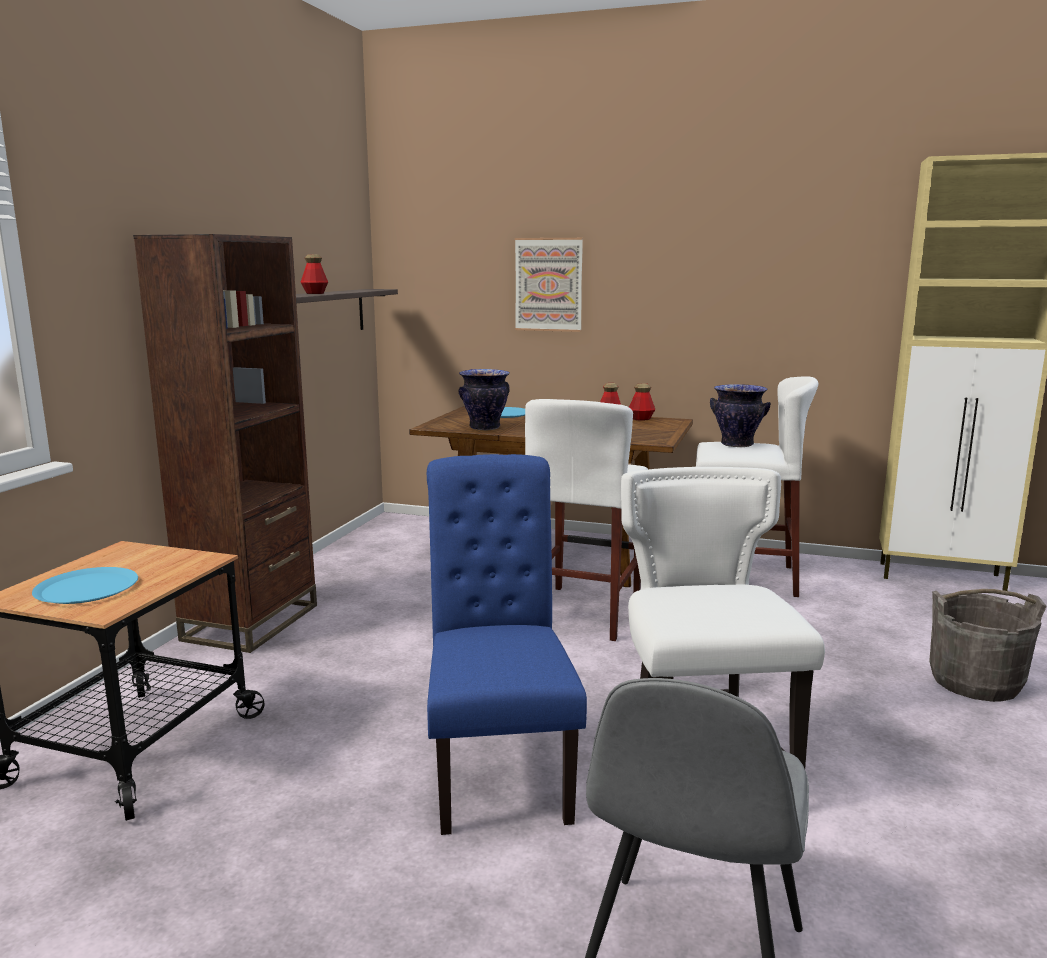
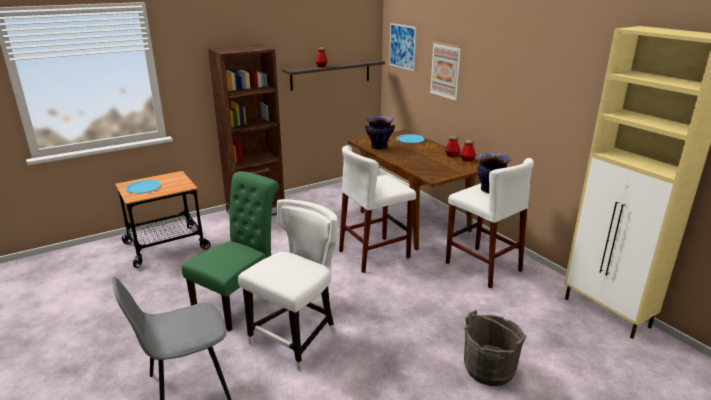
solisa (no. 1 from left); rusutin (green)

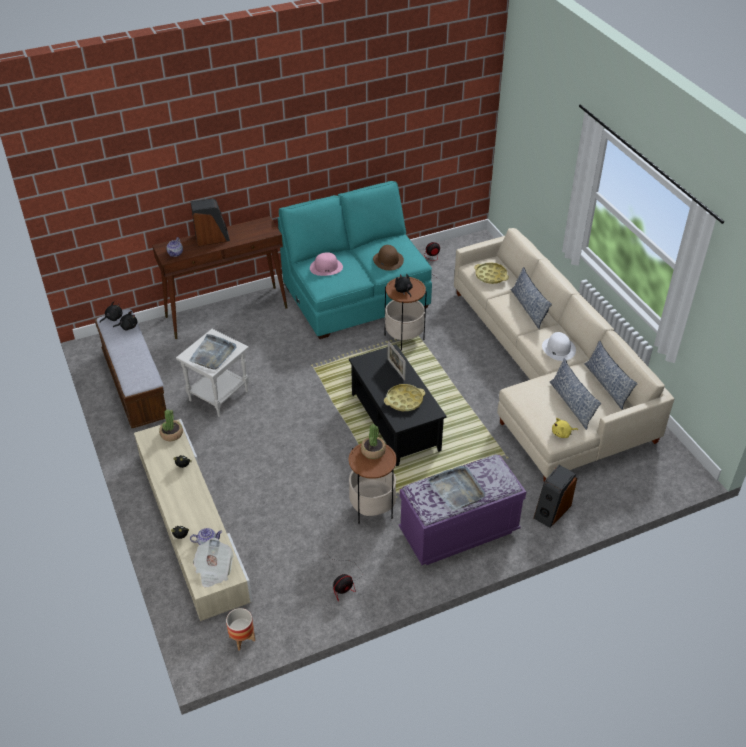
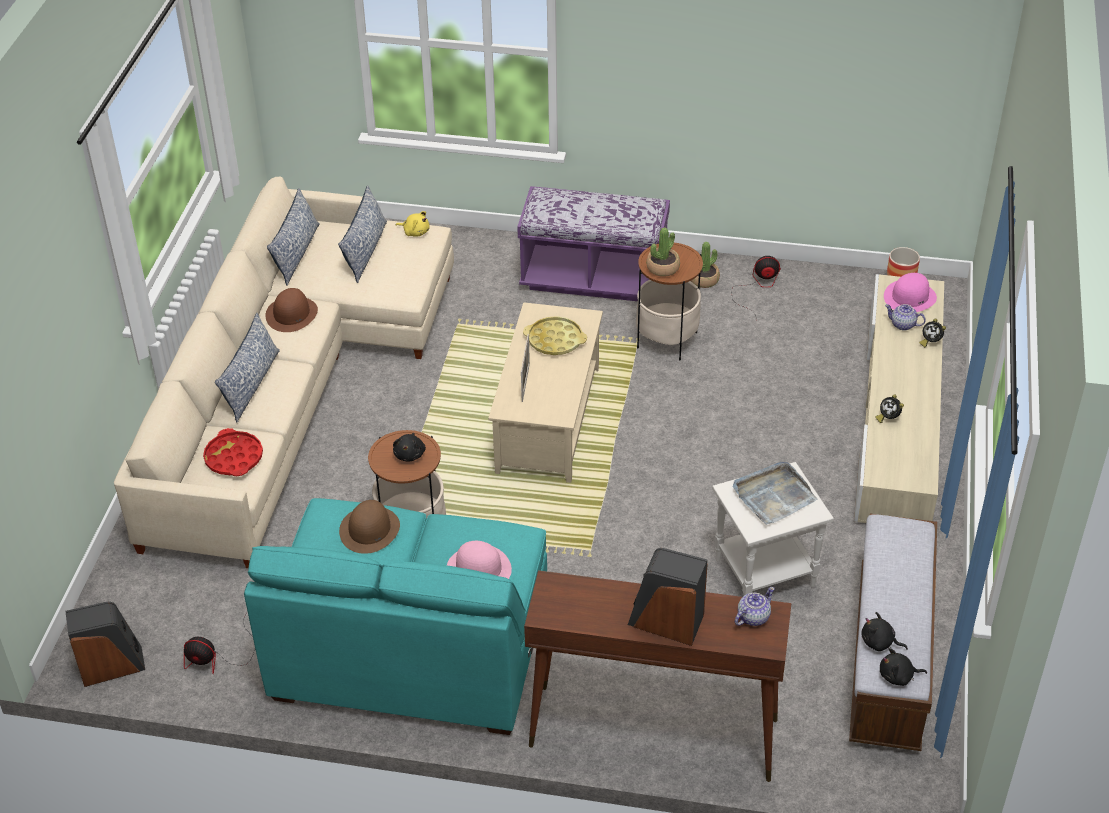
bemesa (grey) (no. 2 from left in the first image); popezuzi (no. 2 from left); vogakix (no. 1 from left); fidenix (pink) (no. 2 from left); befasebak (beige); bemesa (red); fidenix (brown) (no. 1 from left)

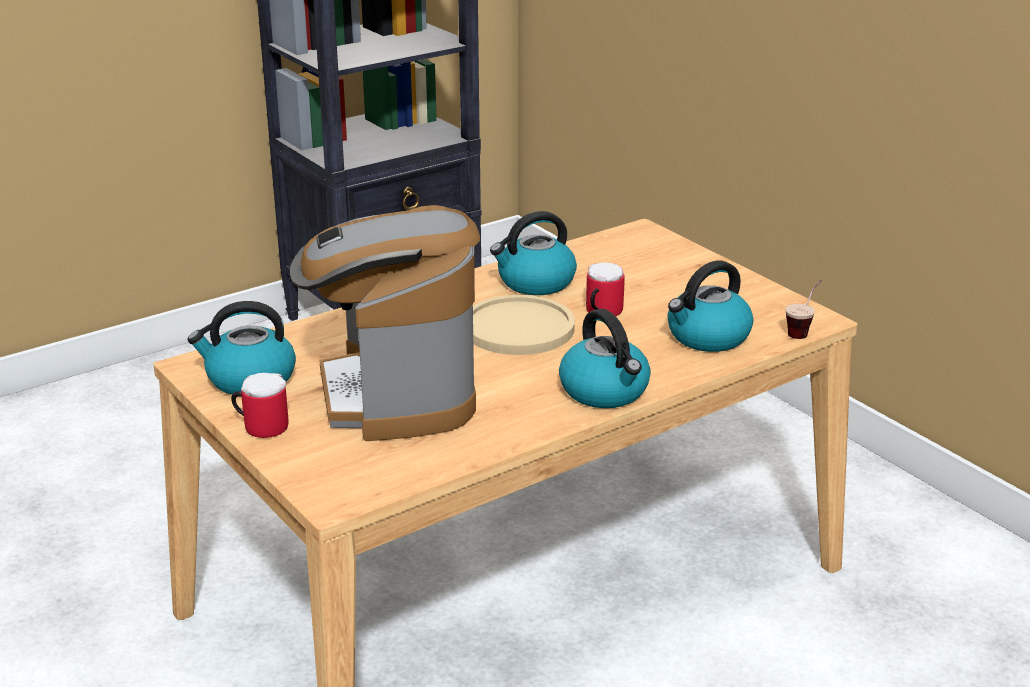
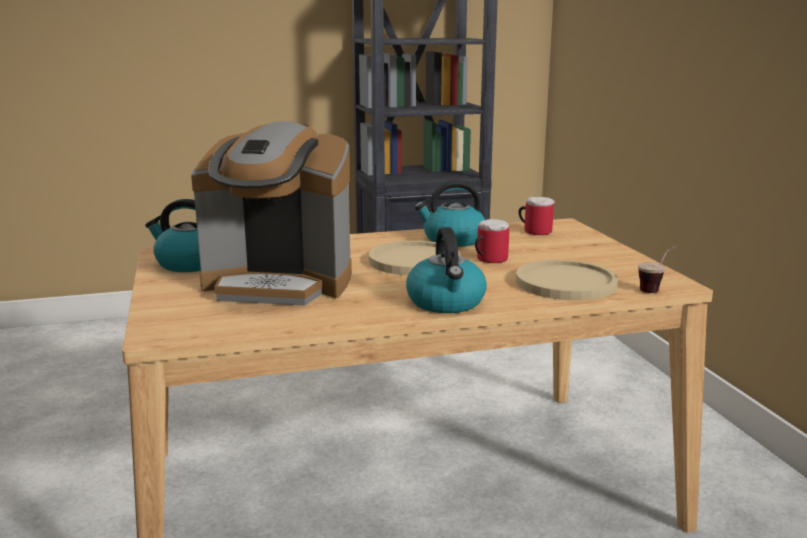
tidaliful (no. 2 from left); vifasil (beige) (no. 2 from left); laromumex

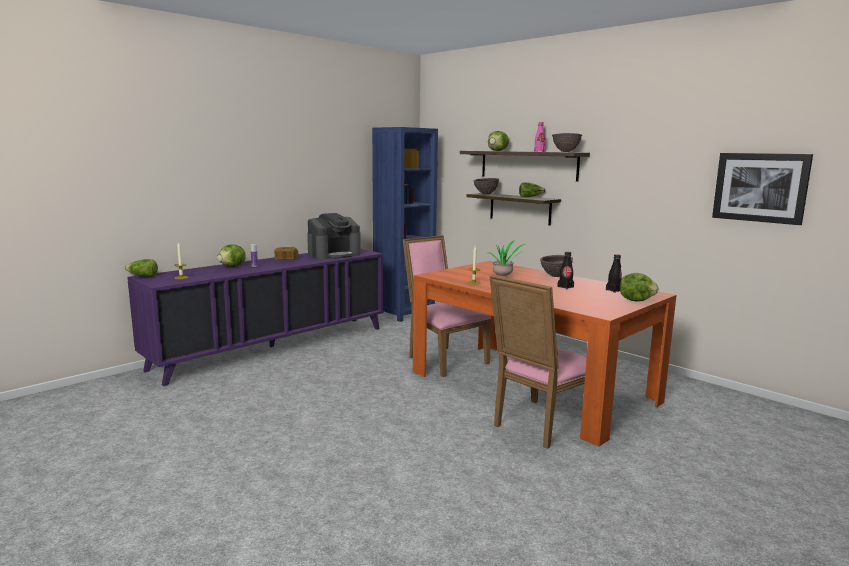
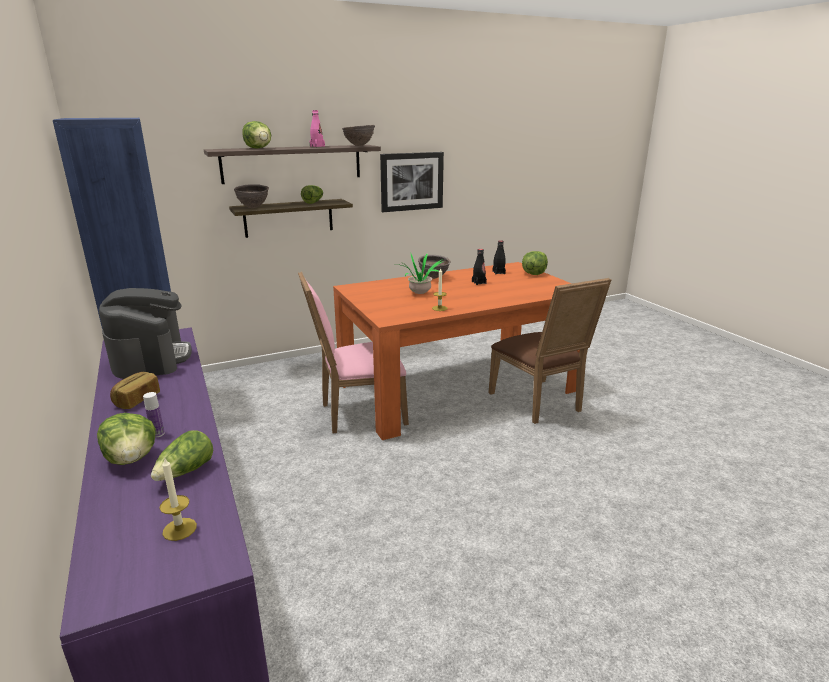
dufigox (no. 2 from left); solisa; rusutin (brown)

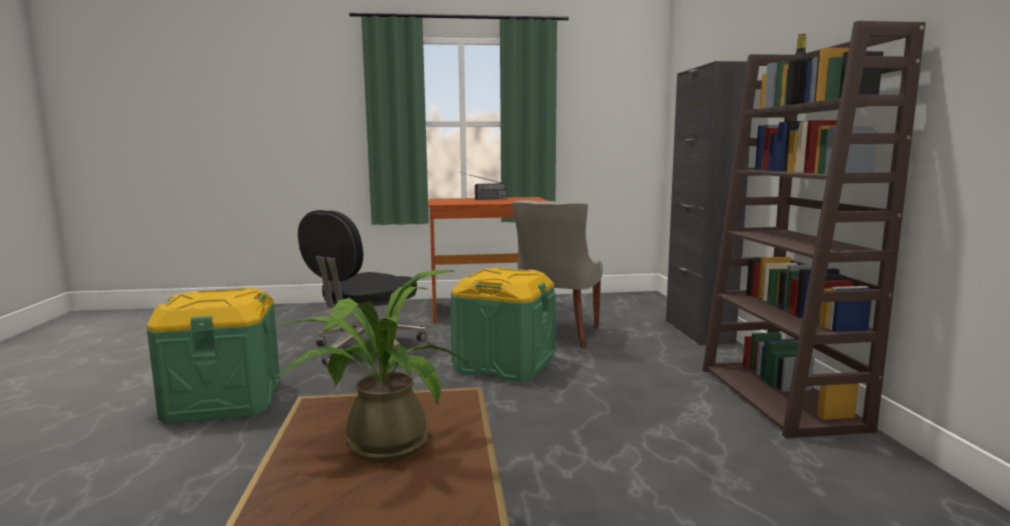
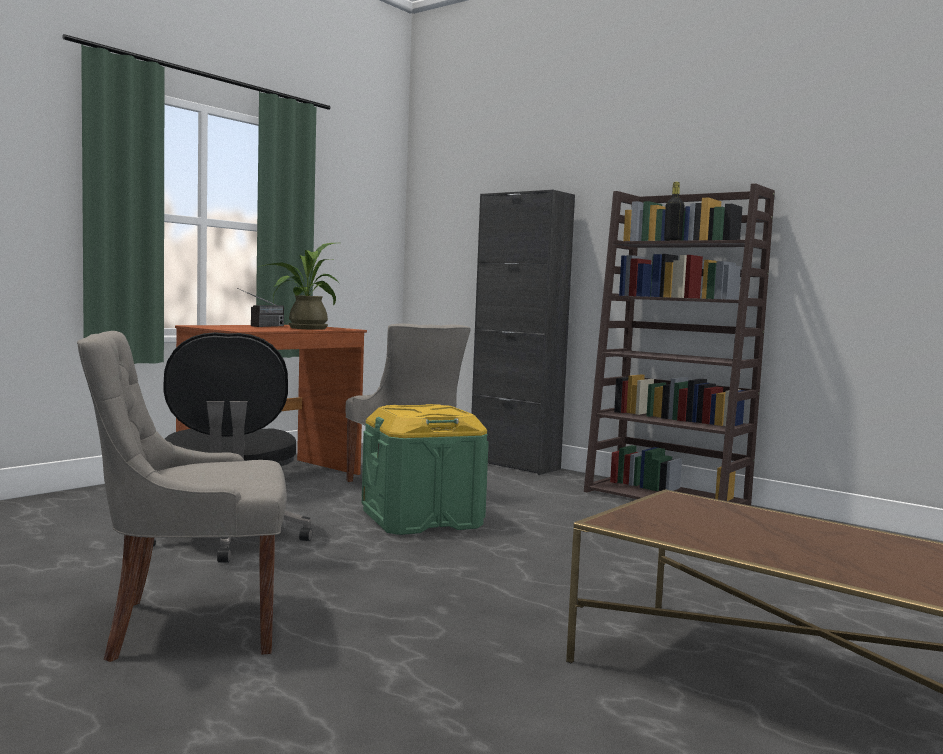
popezuzi; rusutin (grey) (no. 1 from left)

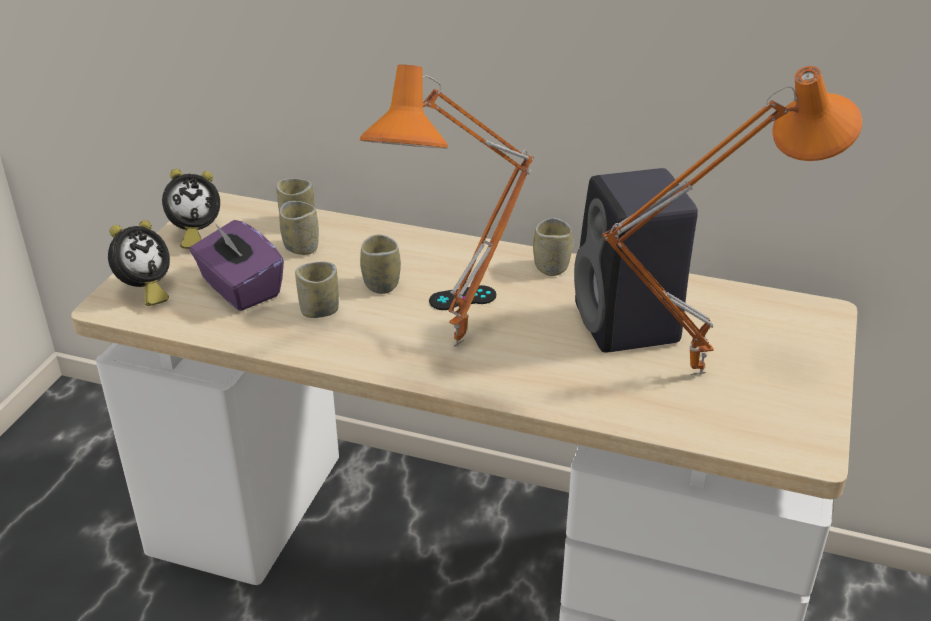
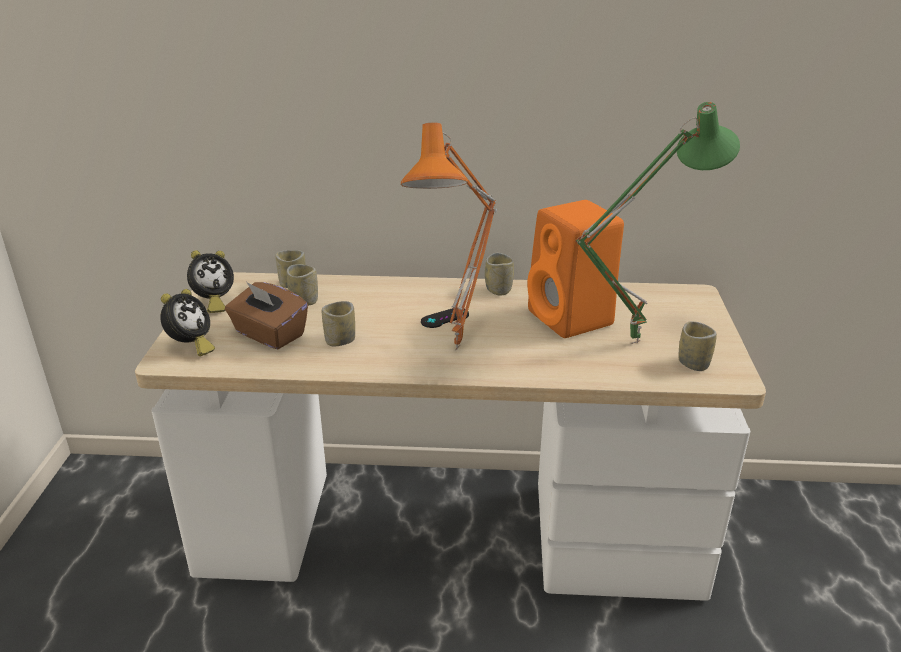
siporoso (no. 5 from left); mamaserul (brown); vogakix (orange); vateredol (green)

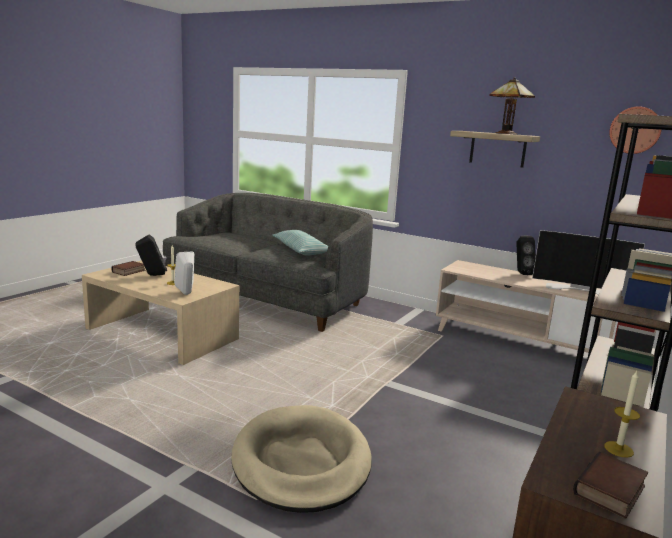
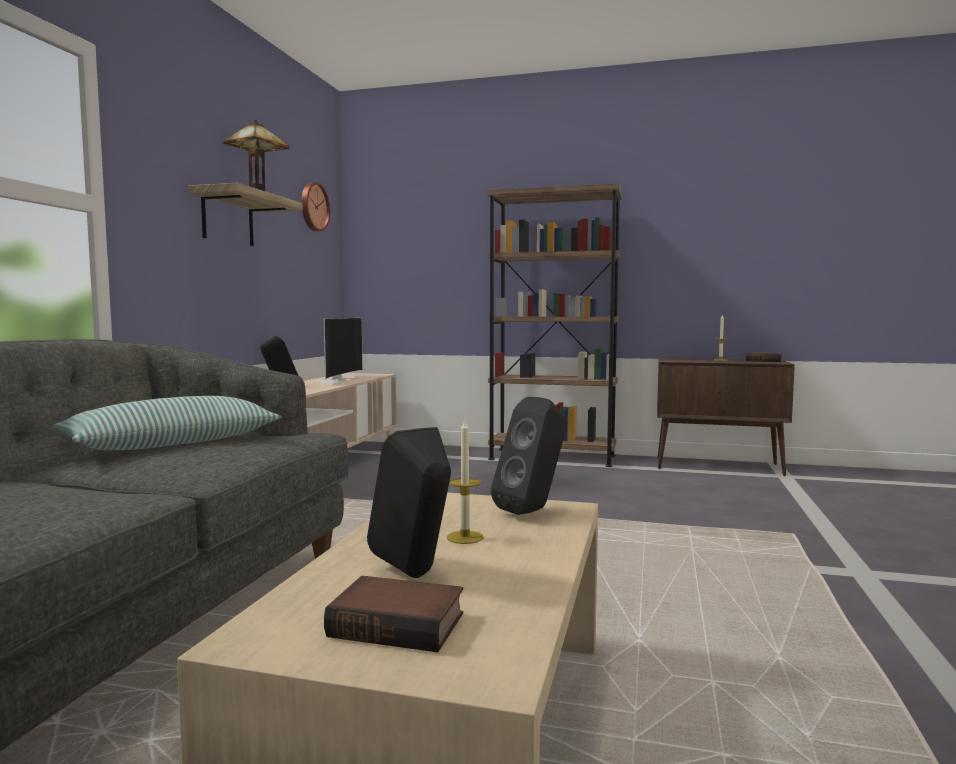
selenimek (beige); vogakix (black) (no. 3 from left)

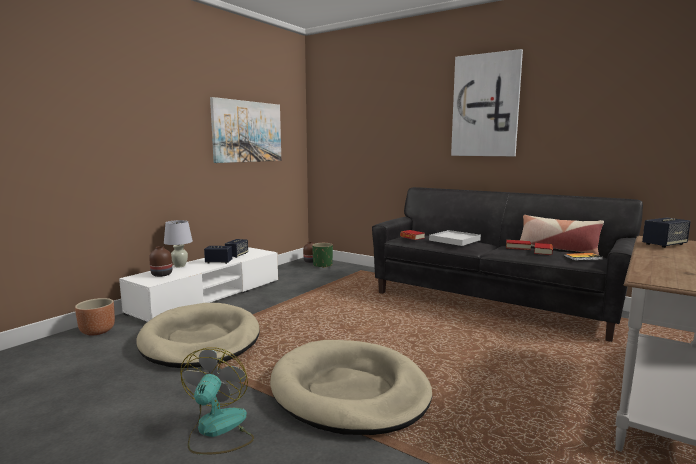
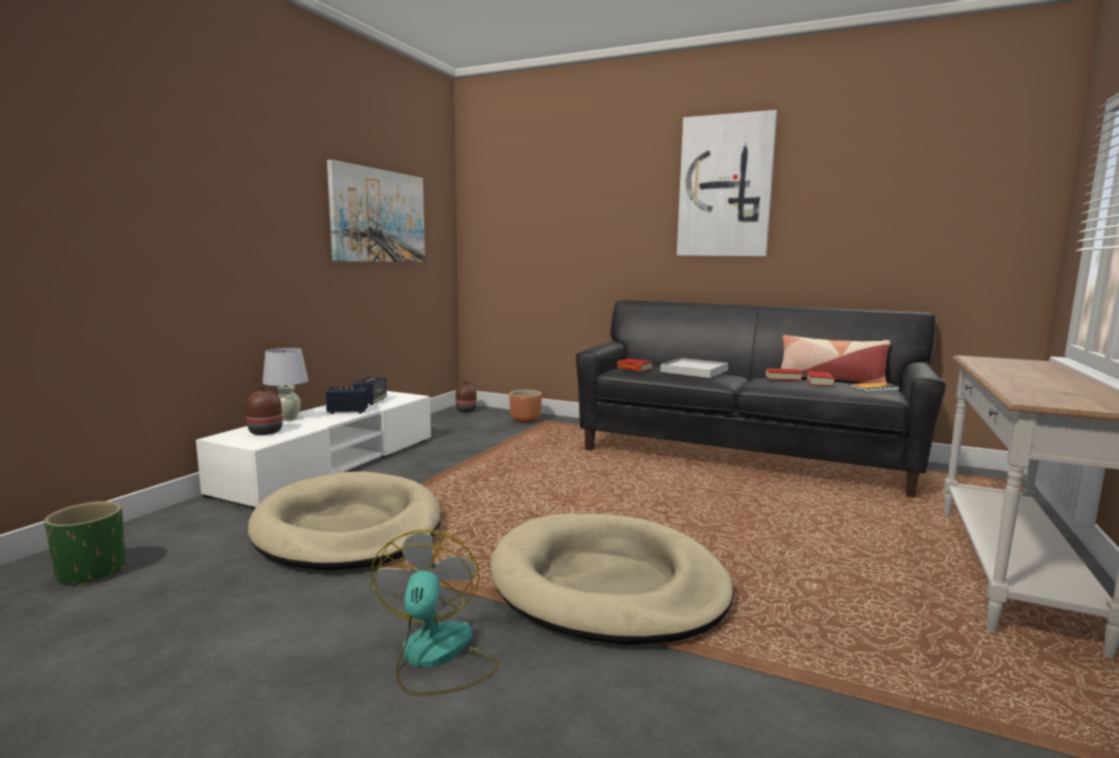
vogakix (no. 3 from left in the first image); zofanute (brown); zofanute (green)

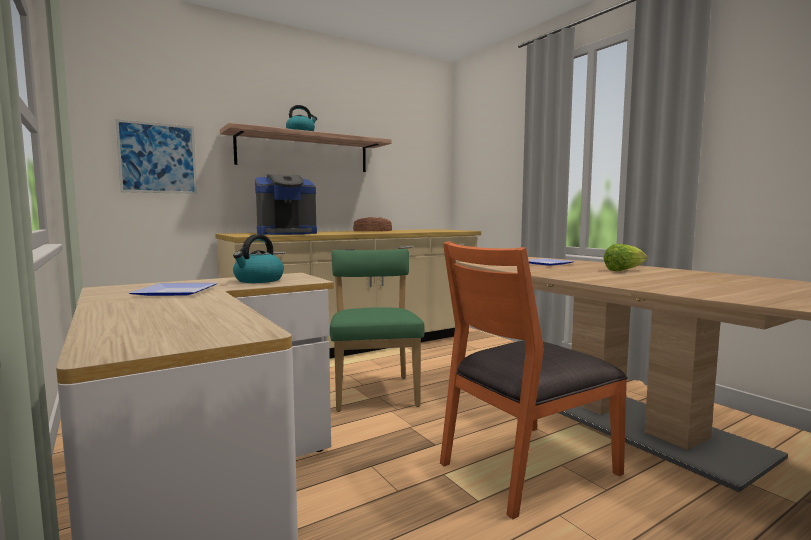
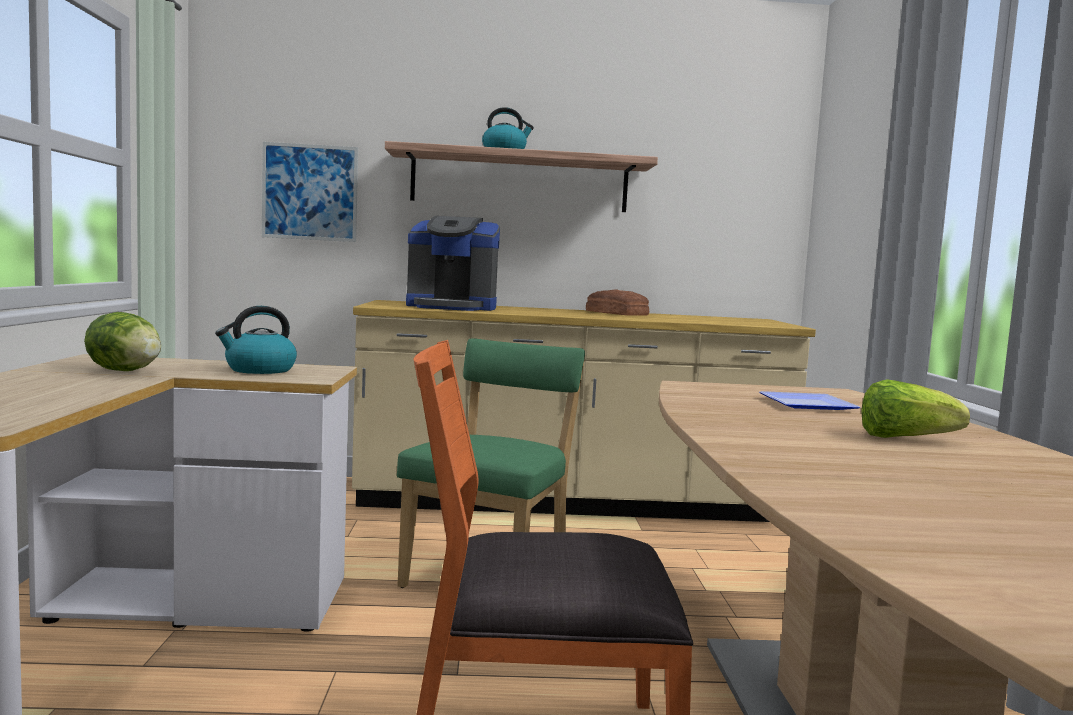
dufigox (no. 1 from left)

